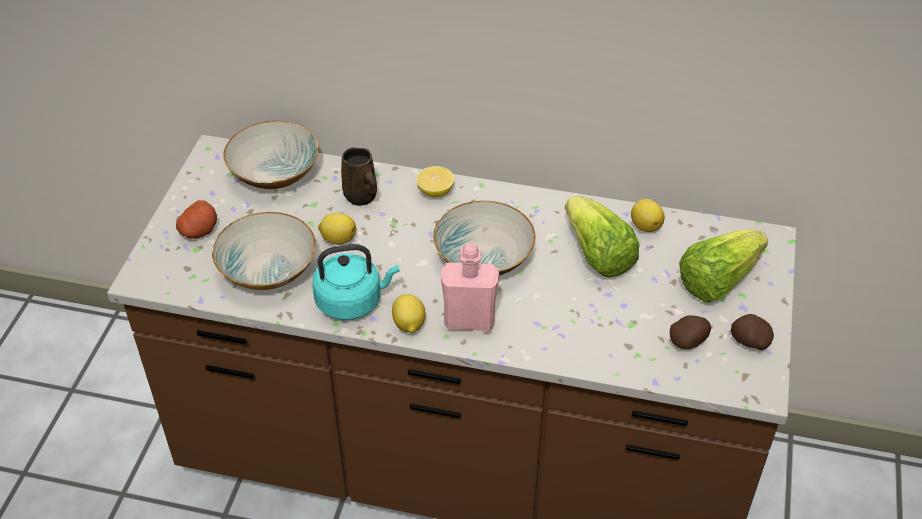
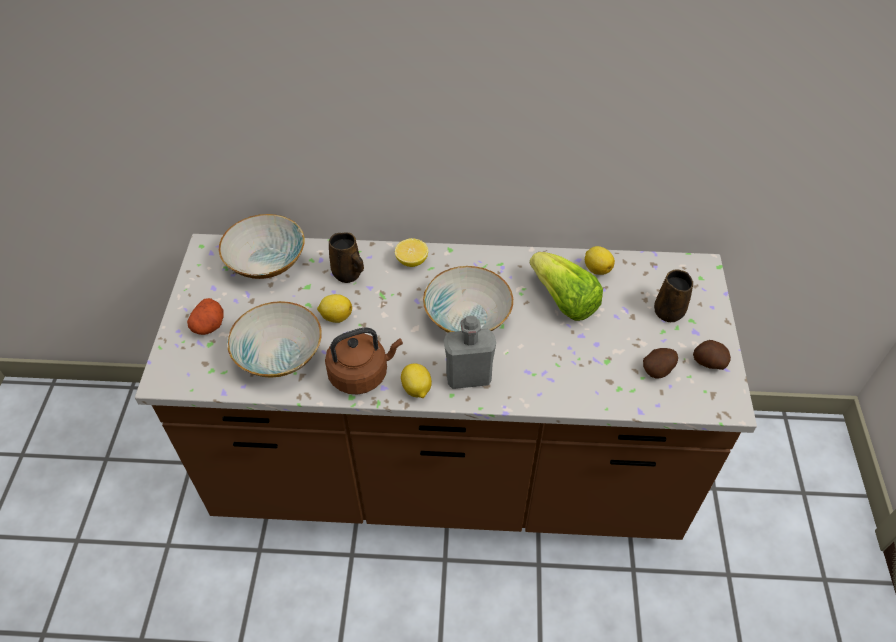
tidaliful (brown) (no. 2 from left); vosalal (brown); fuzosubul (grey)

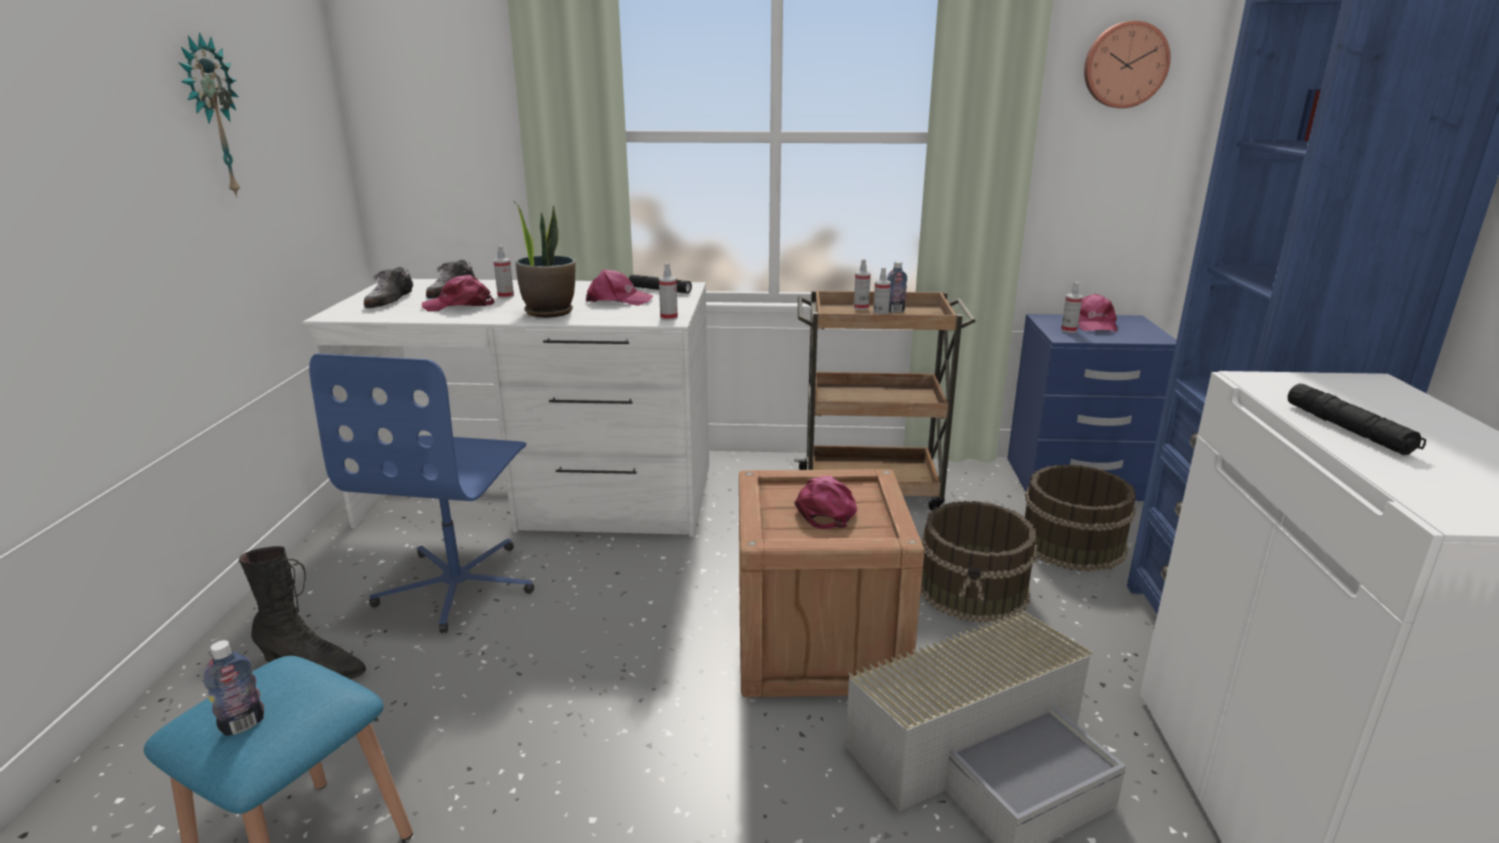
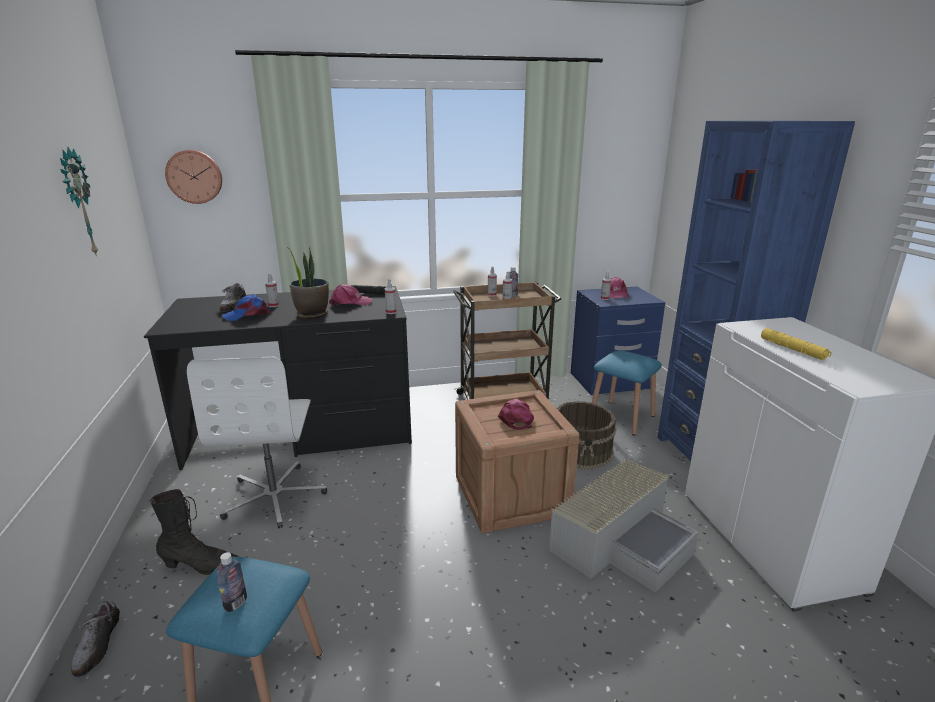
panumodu (no. 1 from left); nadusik (no. 2 from left); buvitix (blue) (no. 2 from left); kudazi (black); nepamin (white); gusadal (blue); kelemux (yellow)

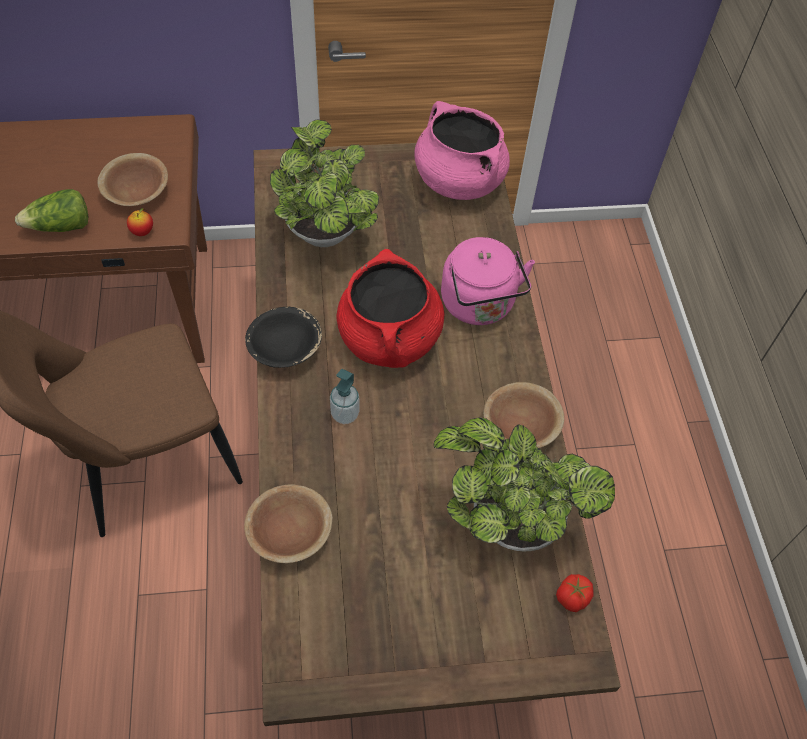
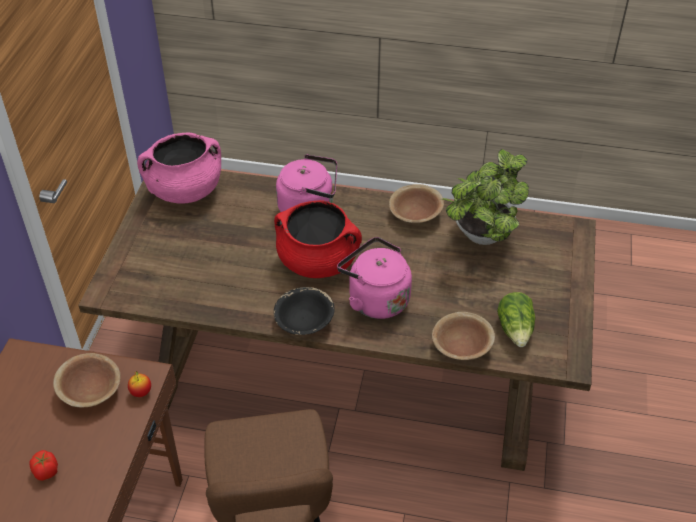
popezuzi (no. 1 from left in the first image); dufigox; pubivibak; vosalal (pink) (no. 2 from left)

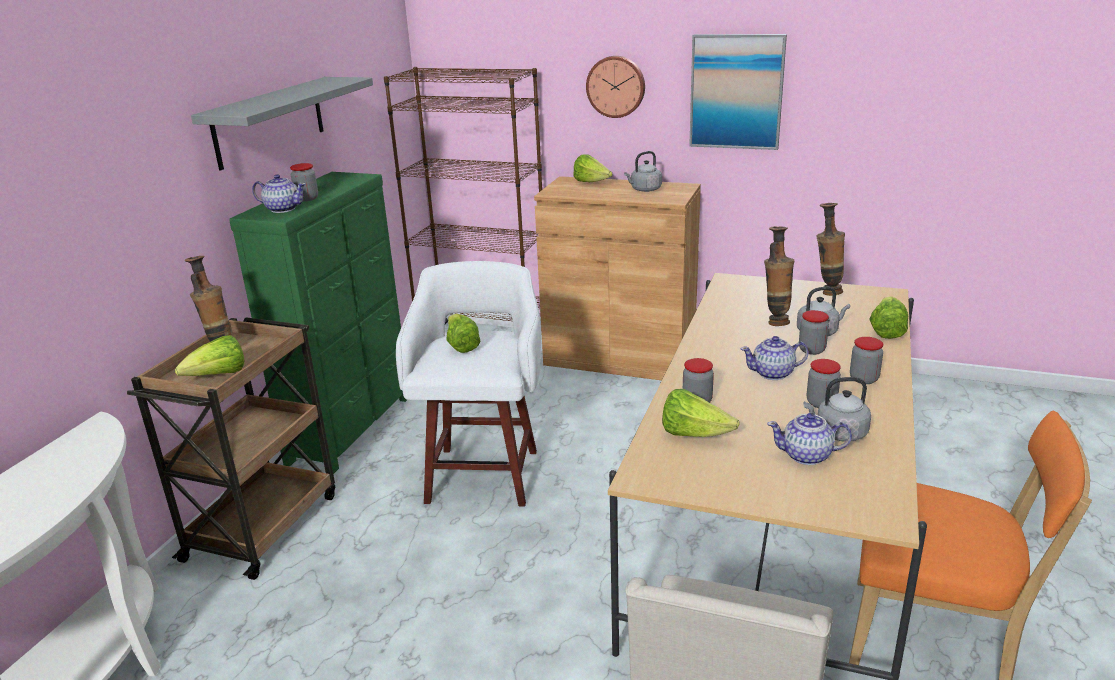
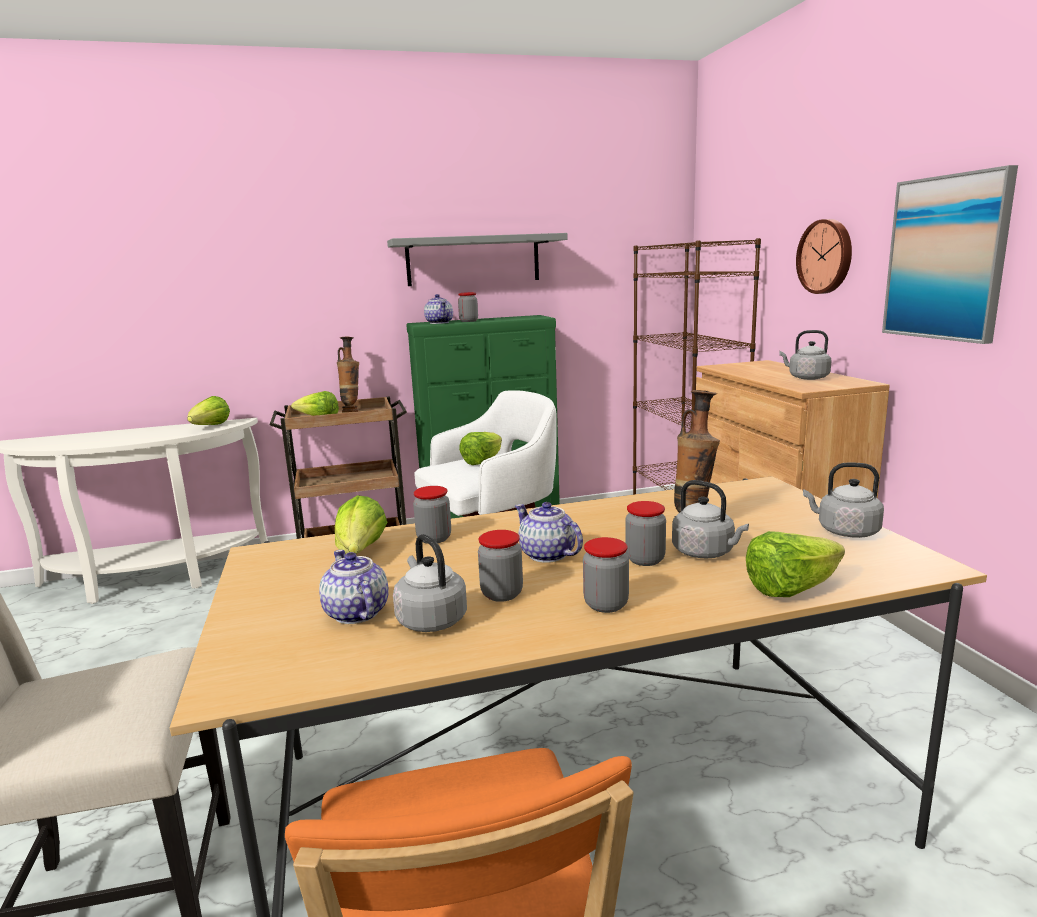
dufigox (no. 1 from left); vosalal (grey) (no. 4 from left)

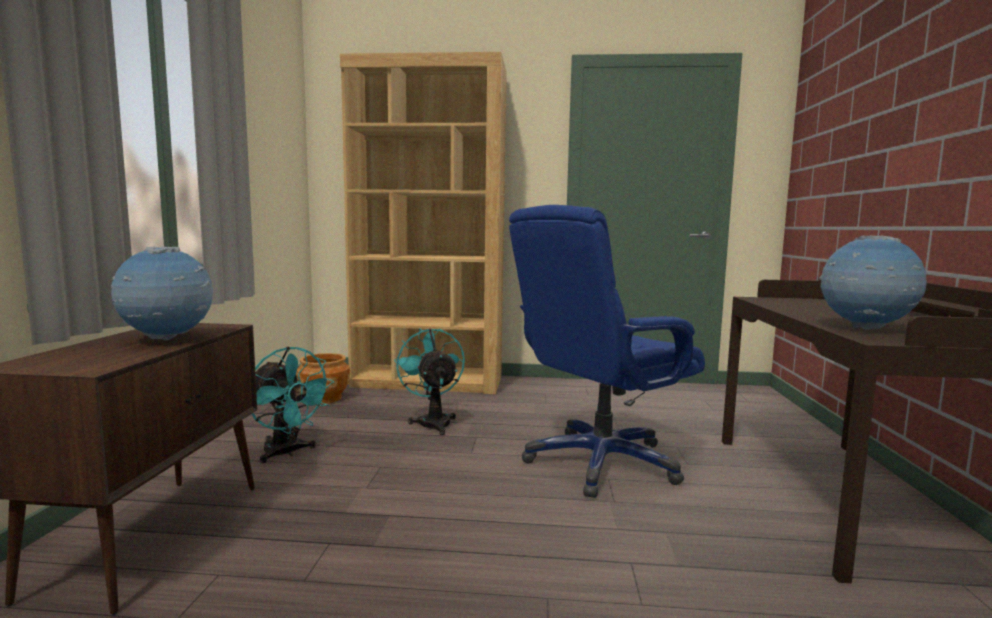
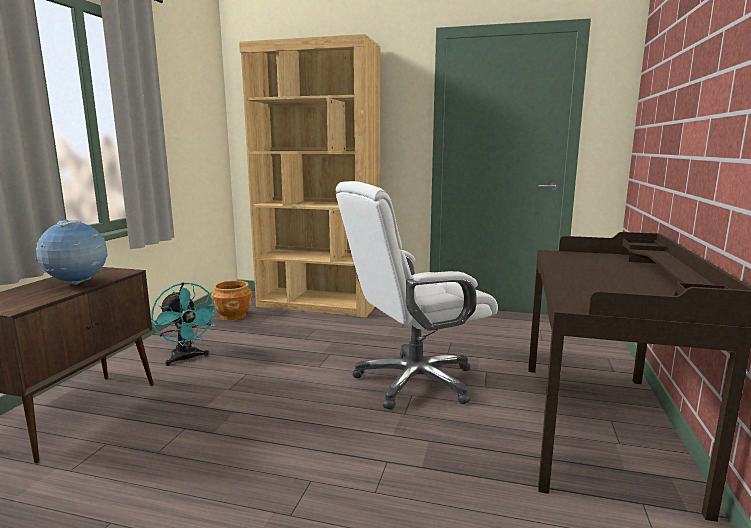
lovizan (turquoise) (no. 2 from left in the first image); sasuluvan (no. 2 from left in the first image); nepamin (white)

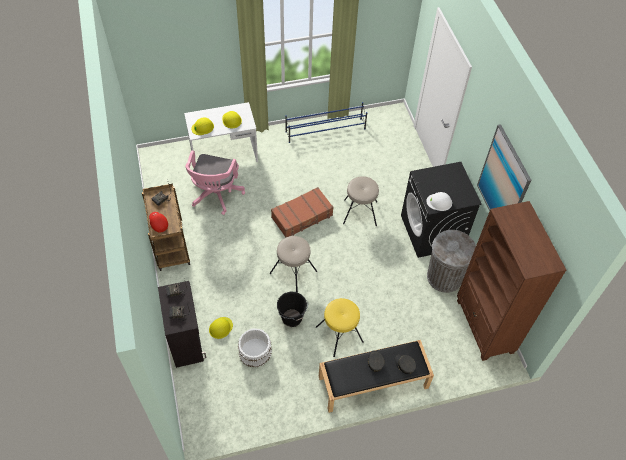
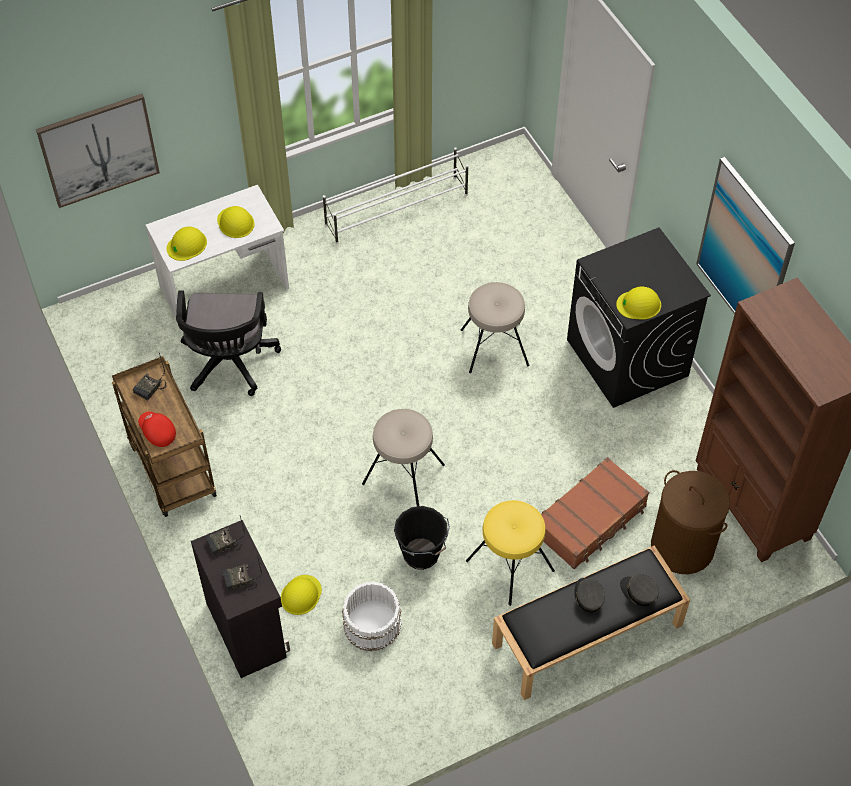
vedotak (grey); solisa (no. 1 from left); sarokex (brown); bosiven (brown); nepamin (black); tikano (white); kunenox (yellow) (no. 4 from left)

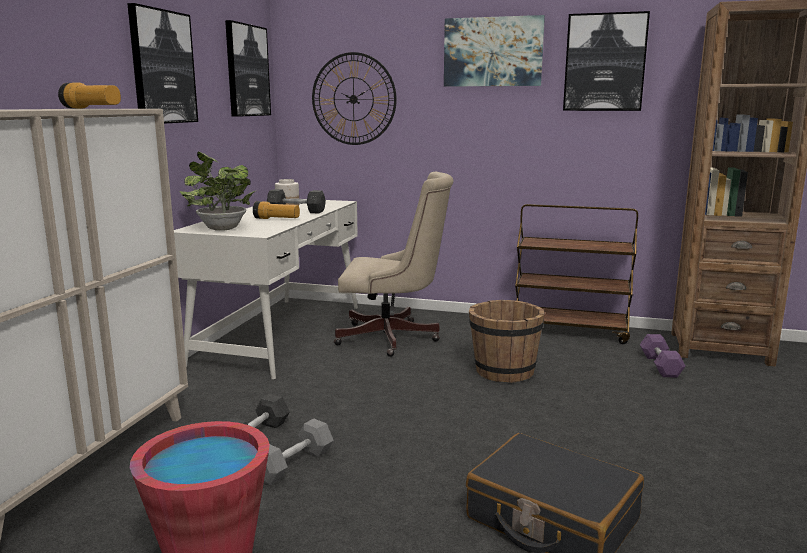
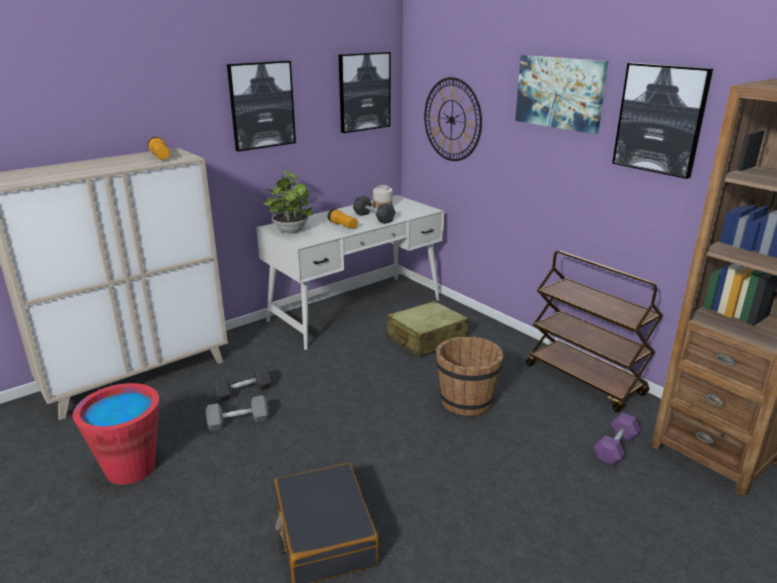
bosiven (beige)

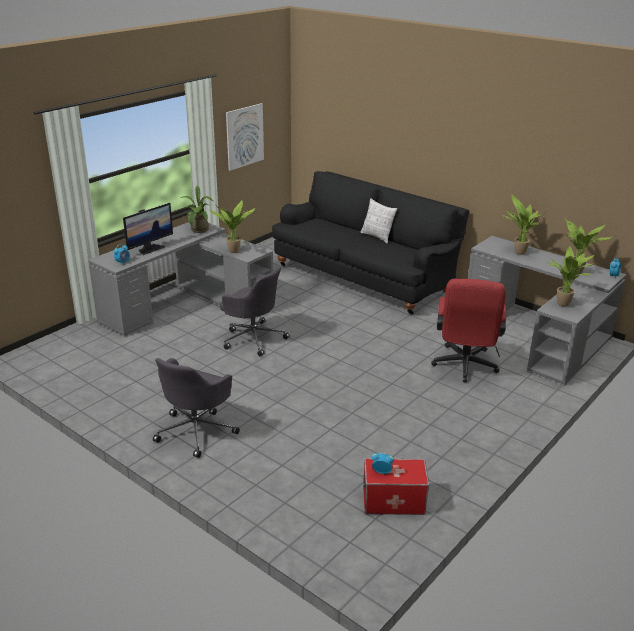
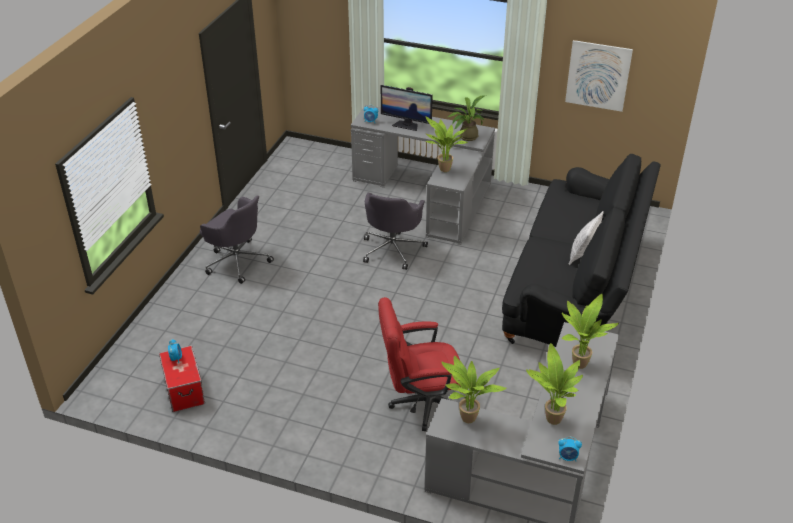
nepamin (grey) (no. 1 from left)

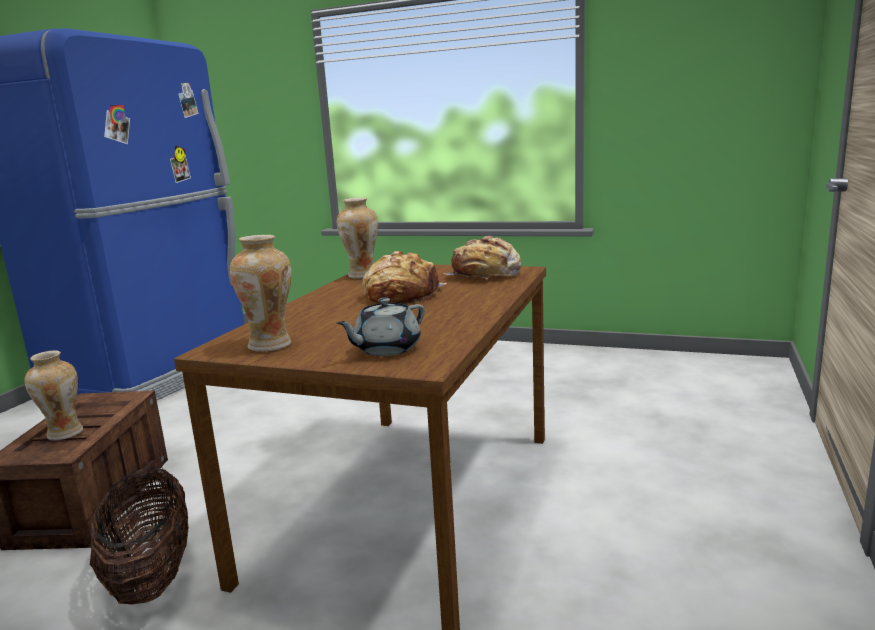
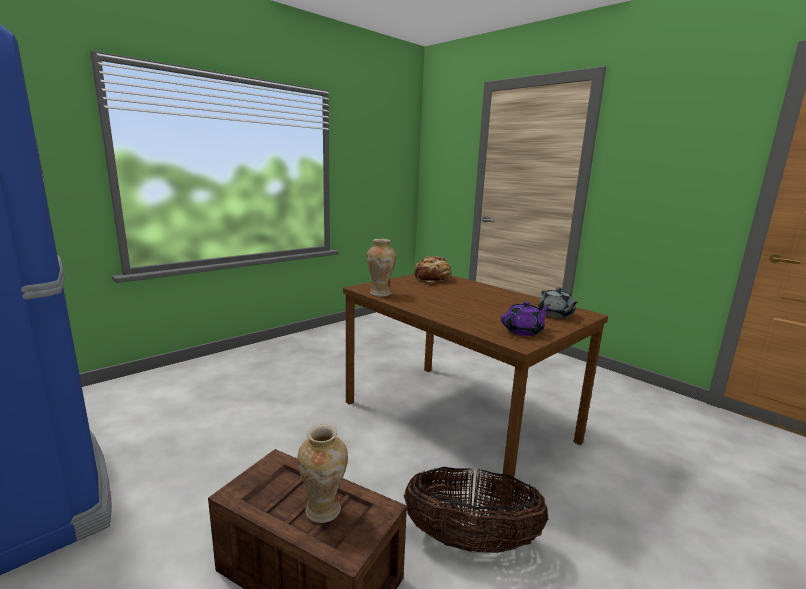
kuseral (no. 1 from left in the first image); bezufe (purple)

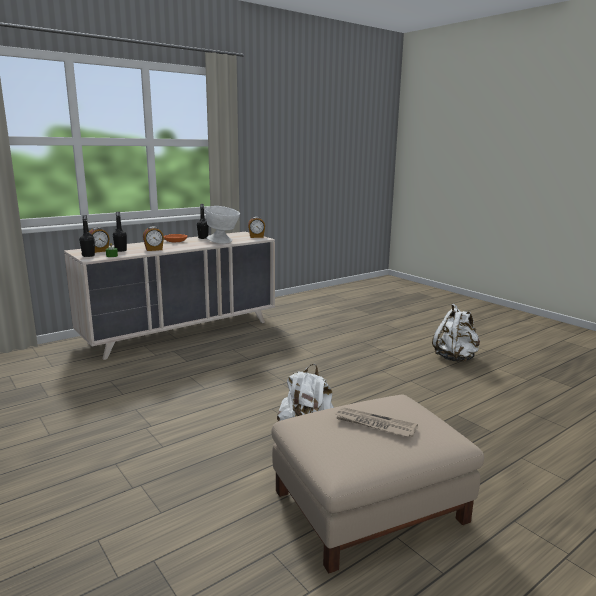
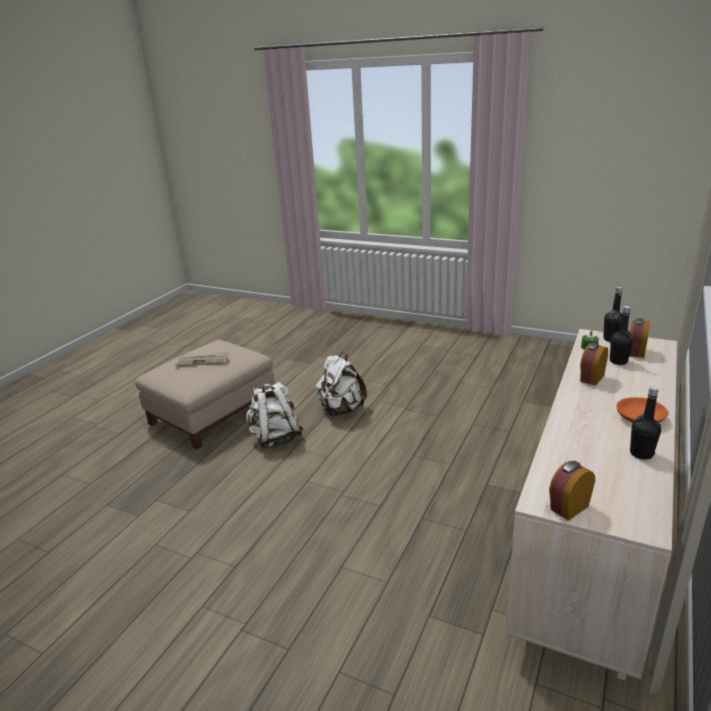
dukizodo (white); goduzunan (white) (no. 2 from left)

